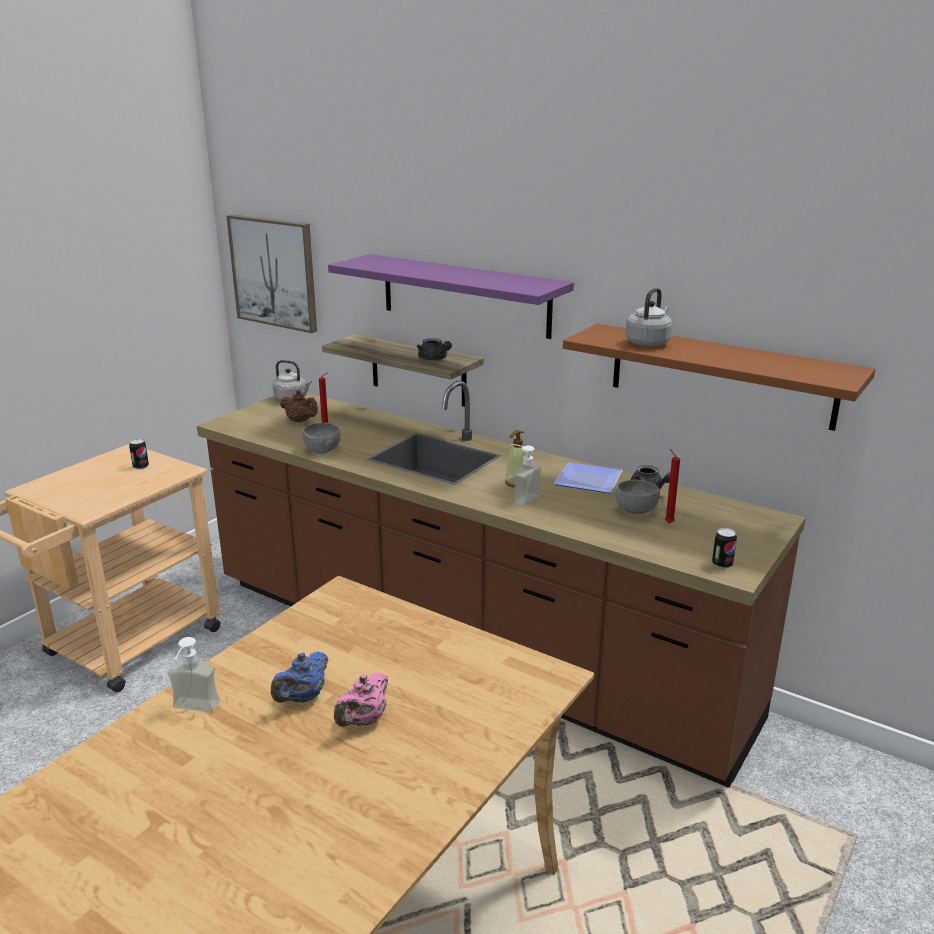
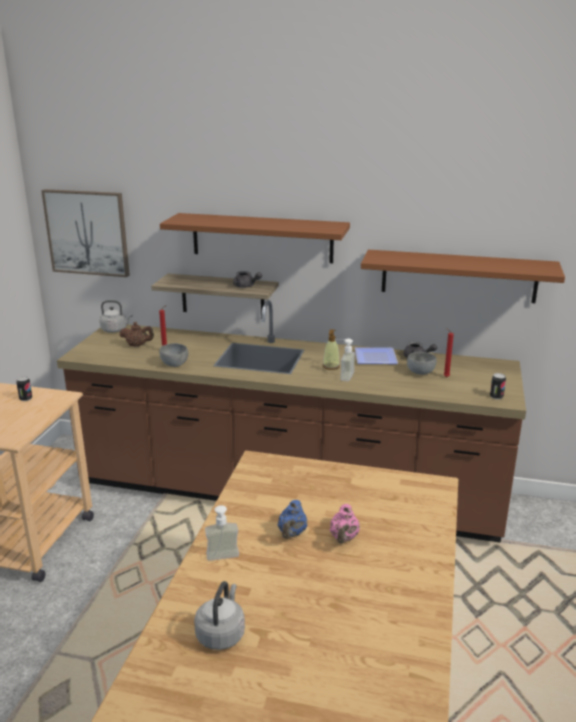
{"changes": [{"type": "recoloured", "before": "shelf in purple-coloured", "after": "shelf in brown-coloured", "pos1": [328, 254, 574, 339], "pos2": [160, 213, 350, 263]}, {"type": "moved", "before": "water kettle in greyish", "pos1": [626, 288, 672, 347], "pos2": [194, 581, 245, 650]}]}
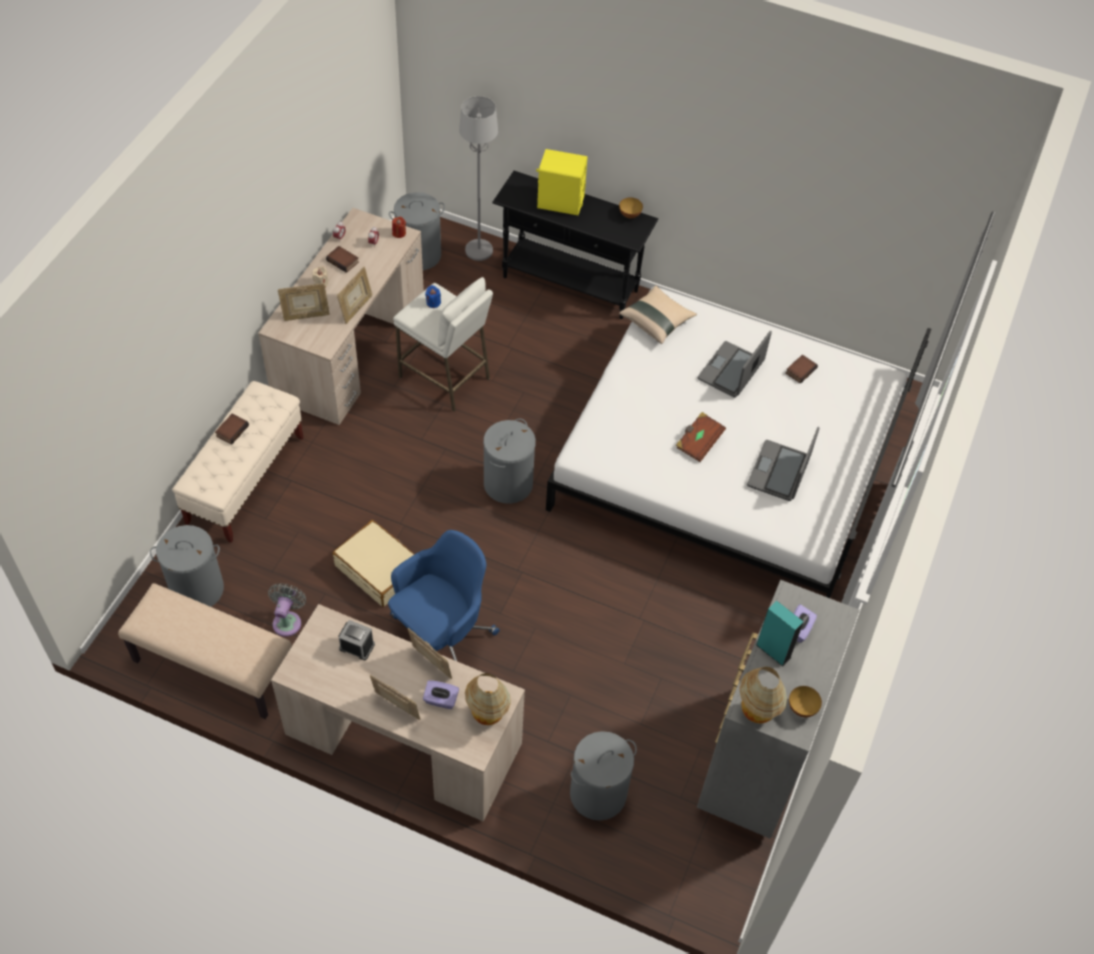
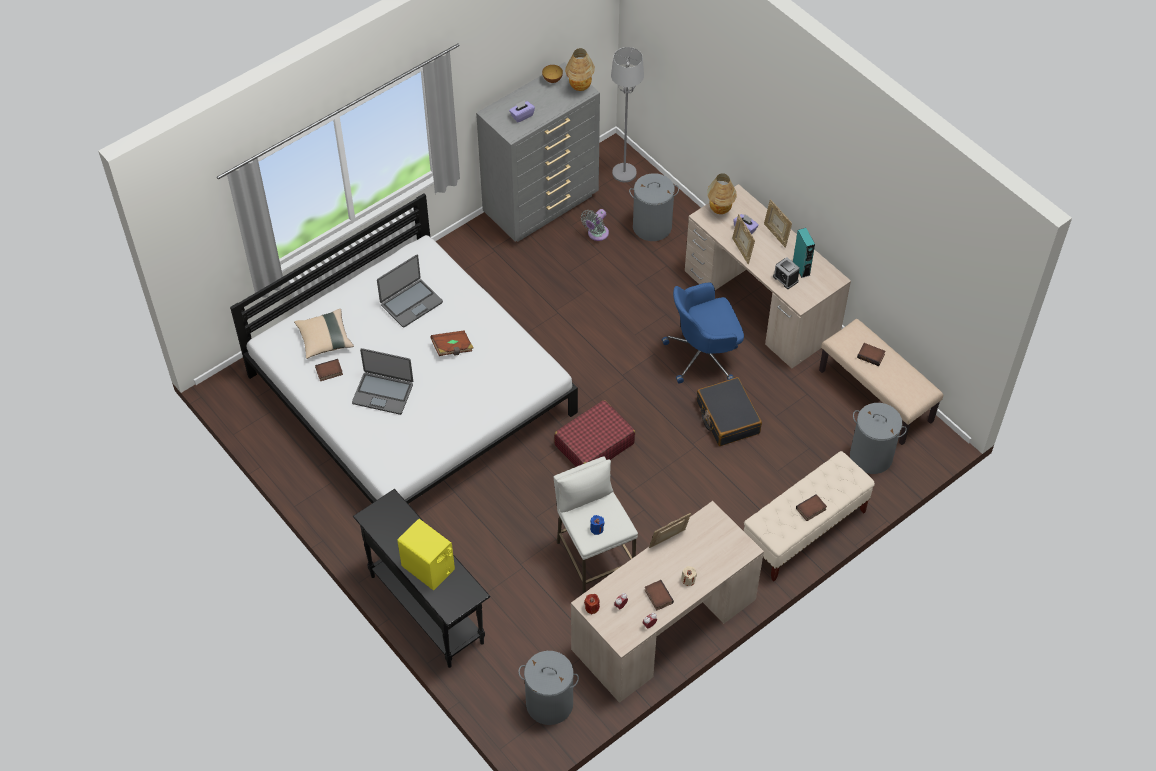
{"changes": [{"type": "moved", "before": "fan in greyish", "pos1": [268, 583, 306, 637], "pos2": [581, 209, 609, 241]}, {"type": "removed", "before": "photo frame", "pos1": [278, 283, 330, 321]}, {"type": "recoloured", "before": "piece of luggage in beige", "after": "piece of luggage in black-coloured", "pos1": [333, 520, 414, 607], "pos2": [697, 377, 762, 446]}, {"type": "moved", "before": "floor lamp in greyish", "pos1": [459, 96, 498, 261], "pos2": [611, 47, 644, 182]}, {"type": "replaced", "before": "hamper in greyish", "after": "piece of luggage in reddish", "pos1": [483, 419, 536, 504], "pos2": [554, 400, 635, 467]}, {"type": "removed", "before": "serving bowl", "pos1": [619, 197, 643, 219]}, {"type": "moved", "before": "pillow in beige", "pos1": [619, 285, 697, 344], "pos2": [294, 309, 354, 359]}, {"type": "turned", "before": "laptop", "pos1": [698, 330, 772, 398], "pos2": [352, 348, 413, 415], "turn": 45}, {"type": "moved", "before": "speaker in turquoise-coloured", "pos1": [756, 601, 804, 666], "pos2": [793, 228, 815, 278]}, {"type": "added", "after": "bound book", "pos2": [857, 343, 886, 366]}]}
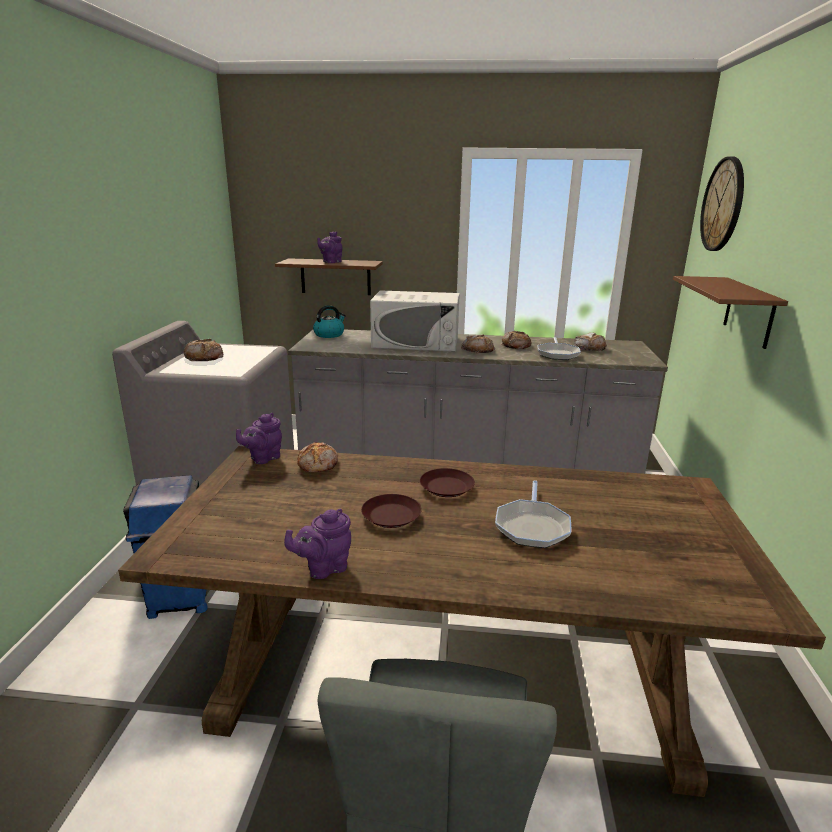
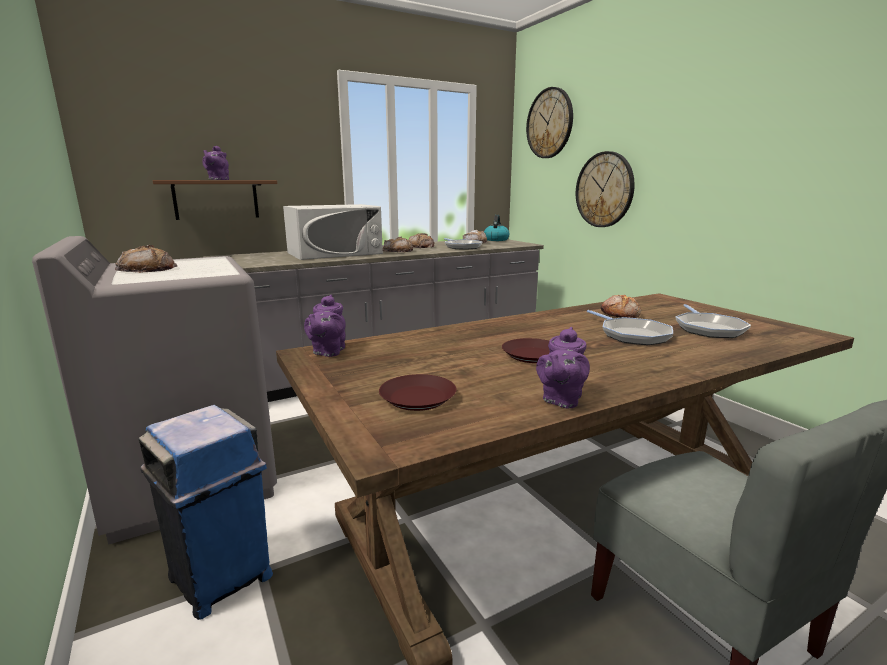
{"changes": [{"type": "moved", "before": "bread", "pos1": [297, 442, 338, 472], "pos2": [601, 295, 641, 318]}, {"type": "moved", "before": "water kettle", "pos1": [313, 305, 346, 338], "pos2": [484, 215, 509, 241]}, {"type": "moved", "before": "dinner plate in brown-coloured", "pos1": [420, 468, 475, 497], "pos2": [379, 374, 457, 411]}, {"type": "replaced", "before": "shelf in brown-coloured", "after": "wall clock", "pos1": [673, 276, 788, 349], "pos2": [576, 151, 635, 227]}, {"type": "added", "after": "pan", "pos2": [675, 304, 751, 338]}]}
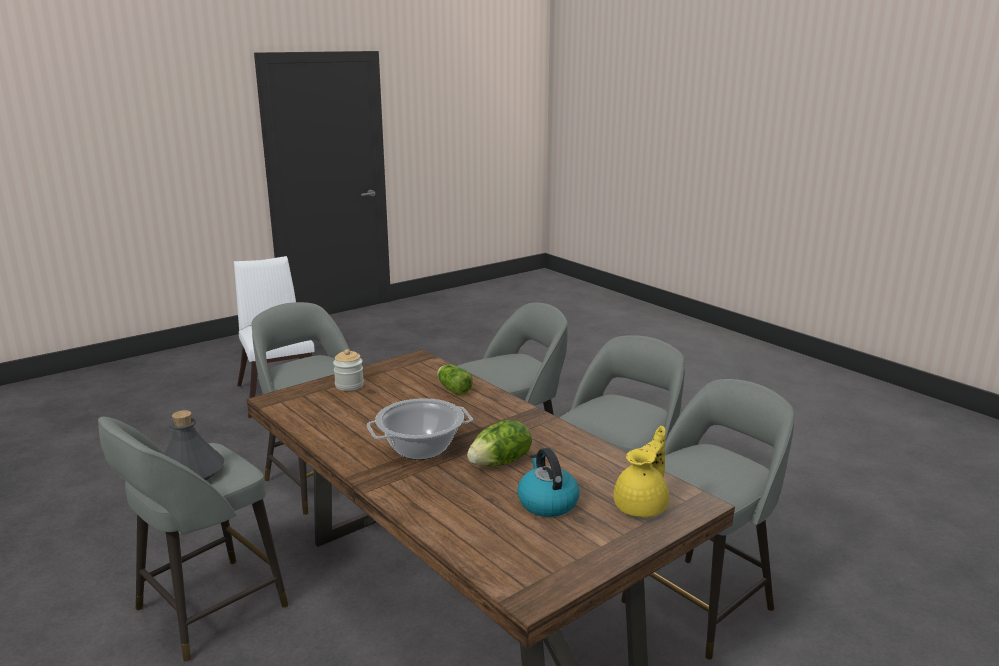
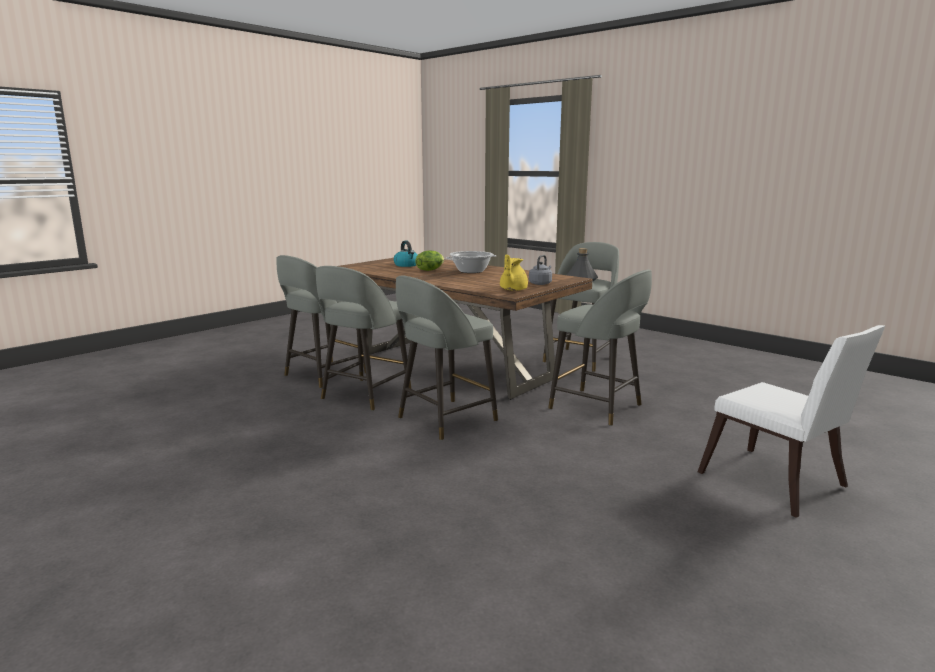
{"changes": [{"type": "replaced", "before": "jar", "after": "water kettle in greyish", "pos1": [333, 349, 364, 391], "pos2": [529, 255, 552, 285]}, {"type": "removed", "before": "lettuce", "pos1": [437, 365, 473, 395]}, {"type": "moved", "before": "pot for tea in yellow-coloured", "pos1": [614, 426, 669, 517], "pos2": [500, 254, 528, 291]}]}
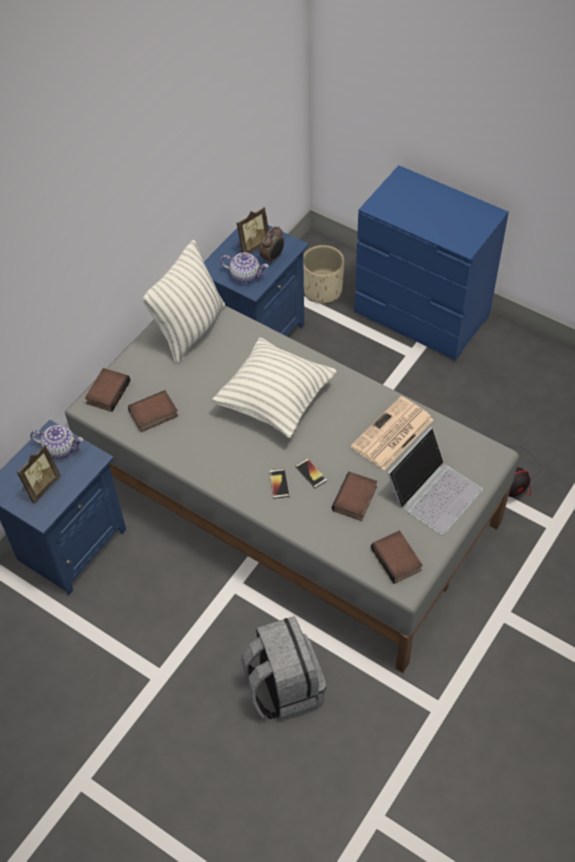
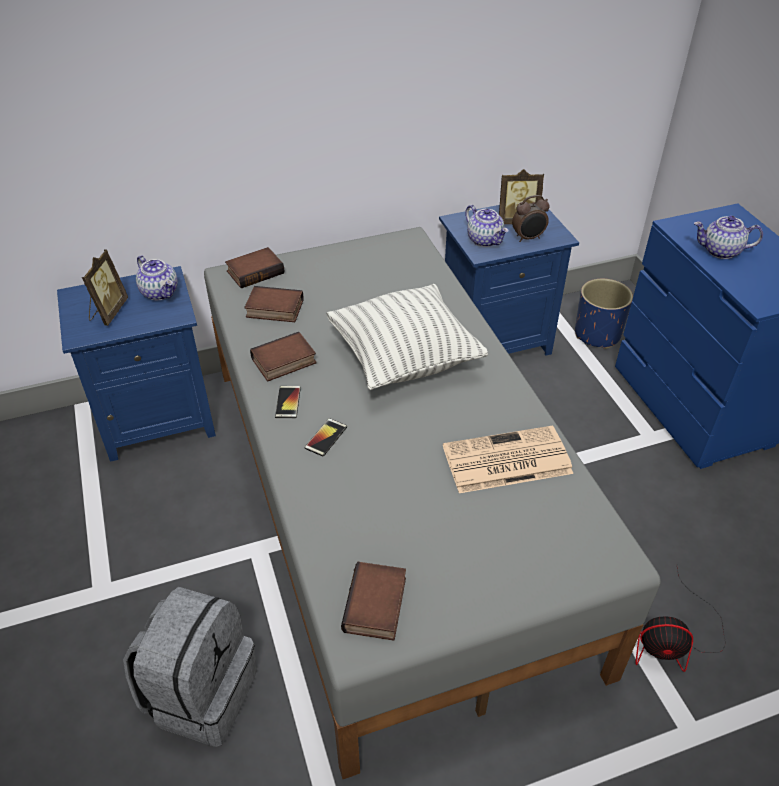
{"changes": [{"type": "turned", "before": "photo frame", "pos1": [17, 444, 61, 503], "pos2": [82, 249, 128, 326], "turn": -60}, {"type": "removed", "before": "pillow", "pos1": [142, 240, 225, 364]}, {"type": "moved", "before": "handset", "pos1": [295, 458, 328, 488], "pos2": [275, 386, 301, 418]}, {"type": "recoloured", "before": "flower pot in beige", "after": "flower pot in bluish", "pos1": [303, 245, 344, 303], "pos2": [575, 279, 633, 349]}, {"type": "moved", "before": "bound book", "pos1": [332, 472, 377, 521], "pos2": [250, 332, 317, 382]}, {"type": "removed", "before": "laptop", "pos1": [387, 427, 483, 535]}, {"type": "added", "after": "pot for tea", "pos2": [694, 216, 763, 259]}]}
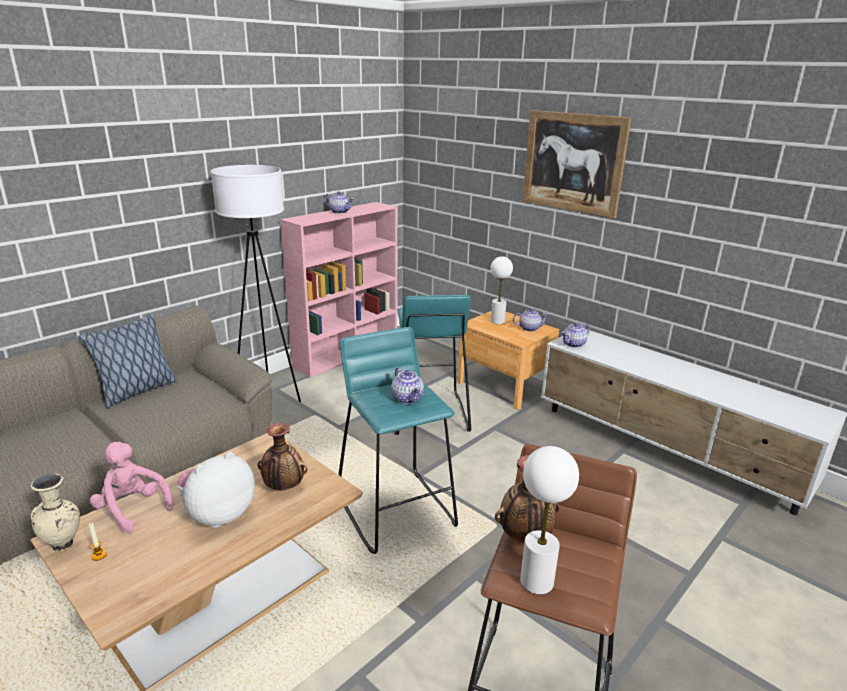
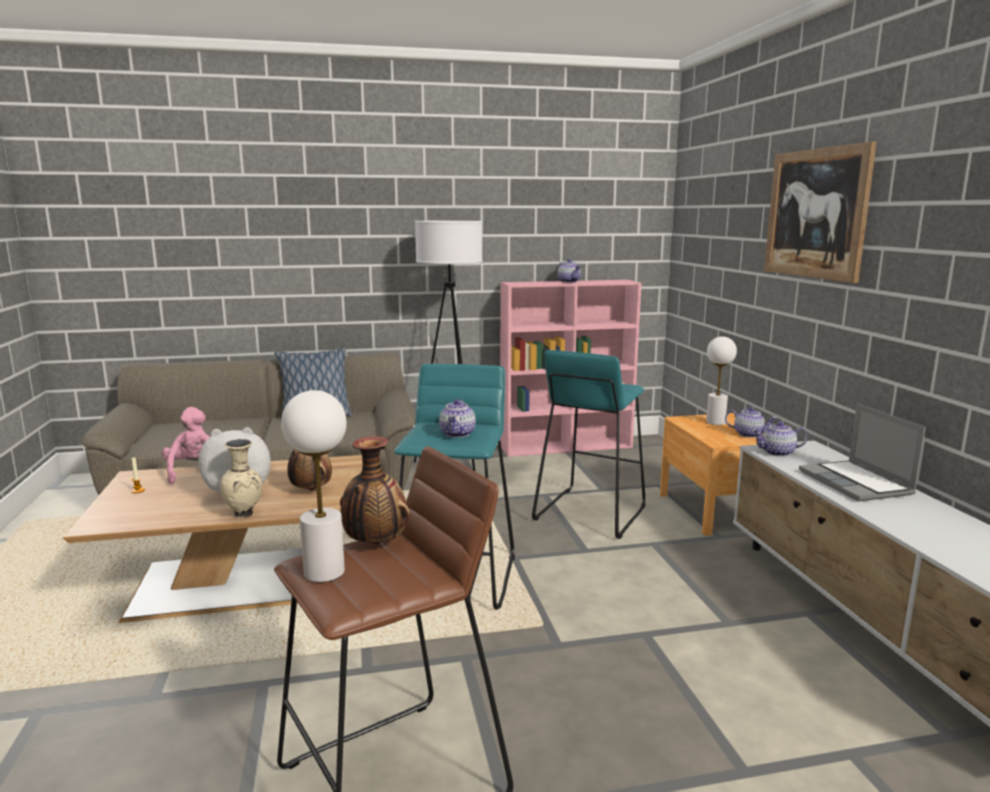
{"changes": [{"type": "moved", "before": "flower vase in beige", "pos1": [31, 473, 80, 552], "pos2": [220, 439, 262, 518]}, {"type": "added", "after": "laptop", "pos2": [799, 404, 926, 501]}]}
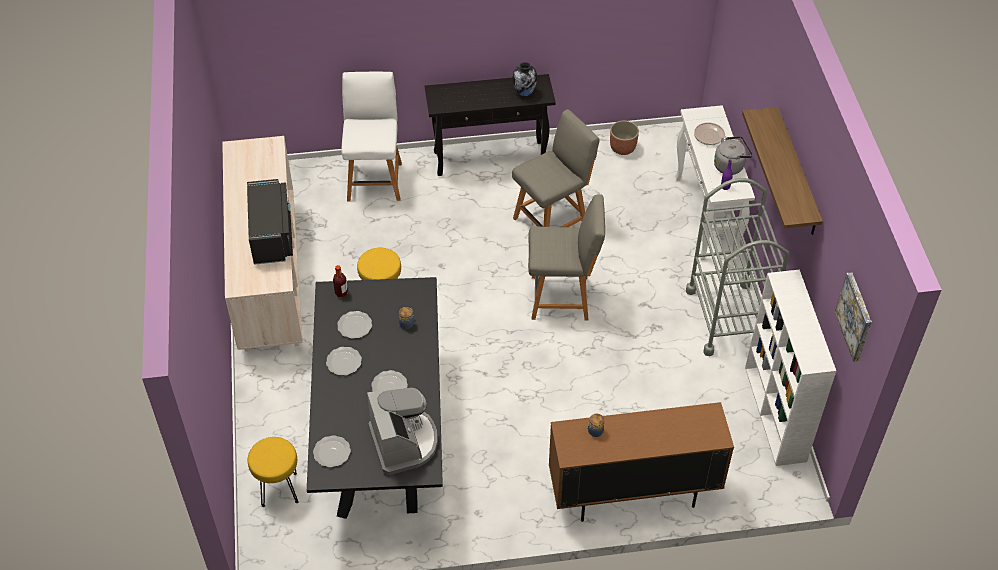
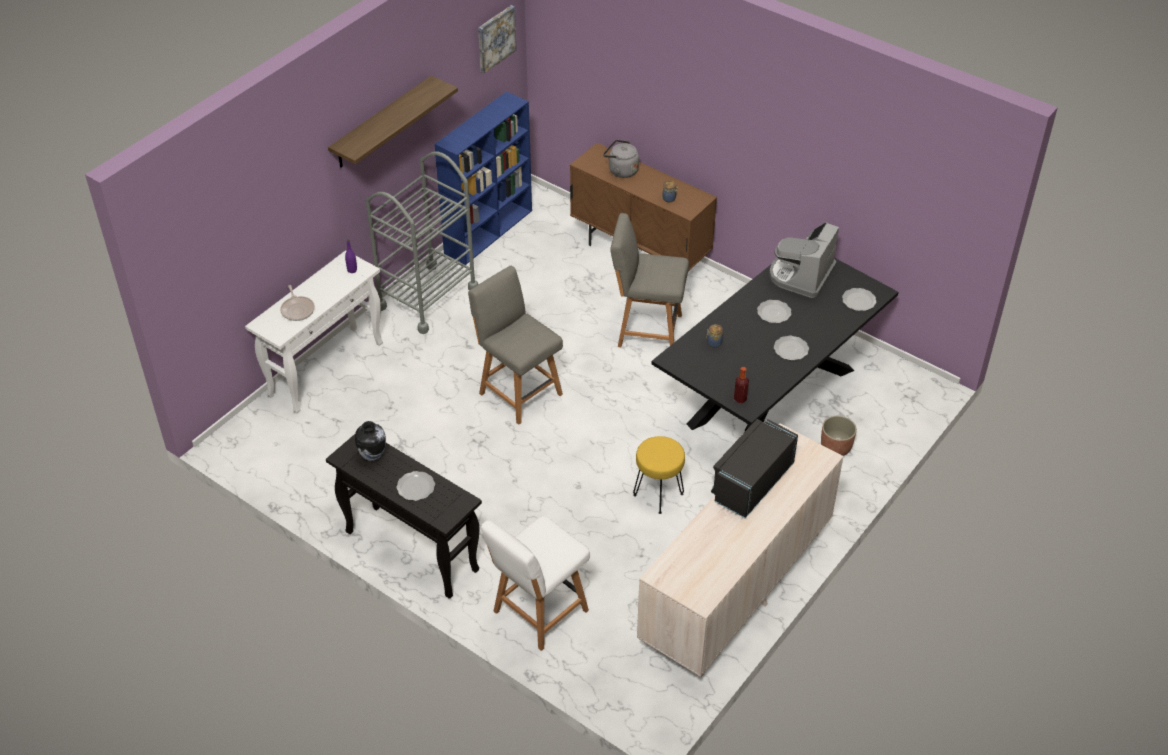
{"changes": [{"type": "removed", "before": "stool in yellow-coloured", "pos1": [248, 437, 299, 507]}, {"type": "moved", "before": "dinner plate", "pos1": [337, 311, 372, 339], "pos2": [396, 471, 435, 501]}, {"type": "moved", "before": "chair in greyish", "pos1": [512, 109, 600, 227], "pos2": [610, 213, 689, 347]}, {"type": "moved", "before": "flower pot", "pos1": [610, 120, 639, 155], "pos2": [821, 416, 857, 456]}, {"type": "moved", "before": "water kettle in greyish", "pos1": [714, 136, 753, 175], "pos2": [603, 140, 639, 178]}, {"type": "recoloured", "before": "bookcase in whitish", "after": "bookcase in bluish", "pos1": [745, 269, 836, 466], "pos2": [434, 91, 532, 265]}]}
